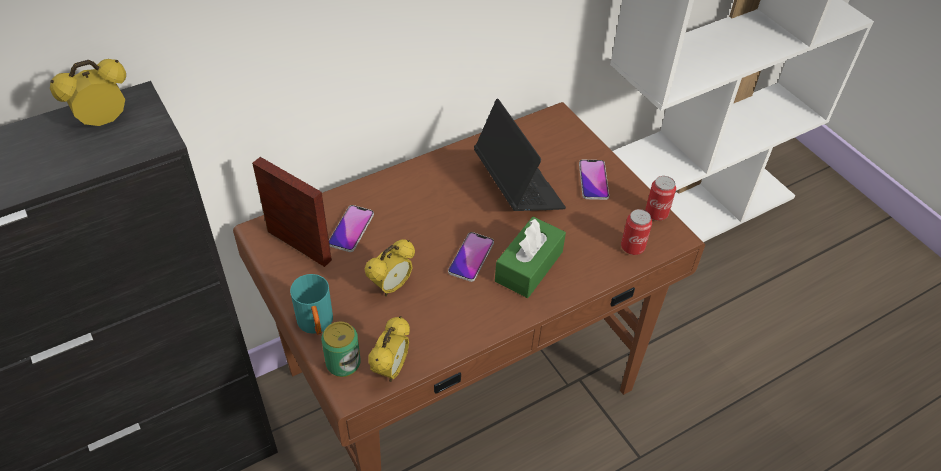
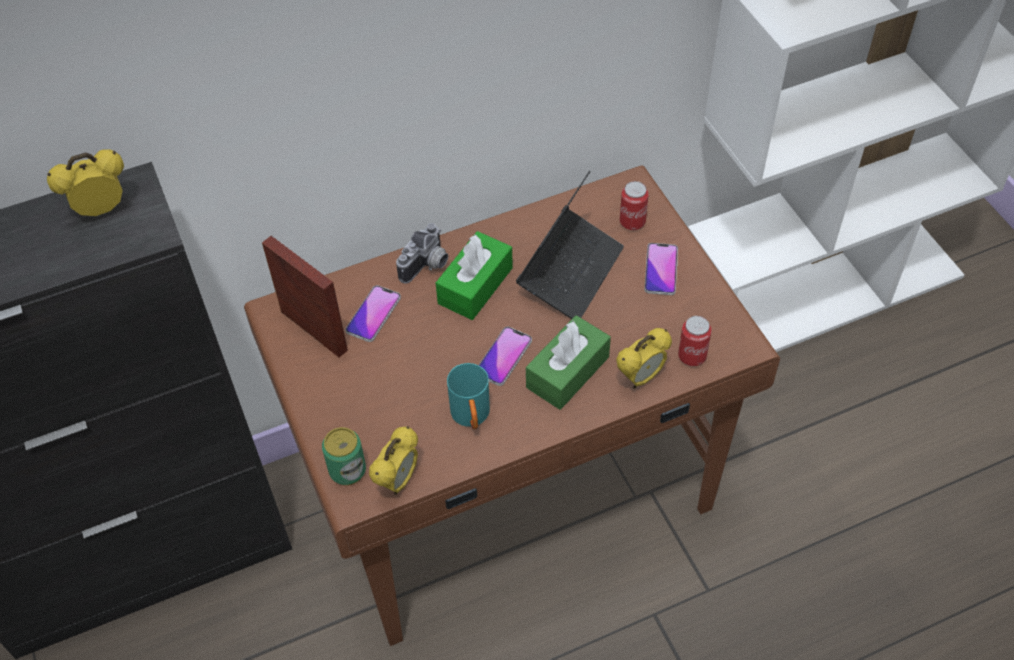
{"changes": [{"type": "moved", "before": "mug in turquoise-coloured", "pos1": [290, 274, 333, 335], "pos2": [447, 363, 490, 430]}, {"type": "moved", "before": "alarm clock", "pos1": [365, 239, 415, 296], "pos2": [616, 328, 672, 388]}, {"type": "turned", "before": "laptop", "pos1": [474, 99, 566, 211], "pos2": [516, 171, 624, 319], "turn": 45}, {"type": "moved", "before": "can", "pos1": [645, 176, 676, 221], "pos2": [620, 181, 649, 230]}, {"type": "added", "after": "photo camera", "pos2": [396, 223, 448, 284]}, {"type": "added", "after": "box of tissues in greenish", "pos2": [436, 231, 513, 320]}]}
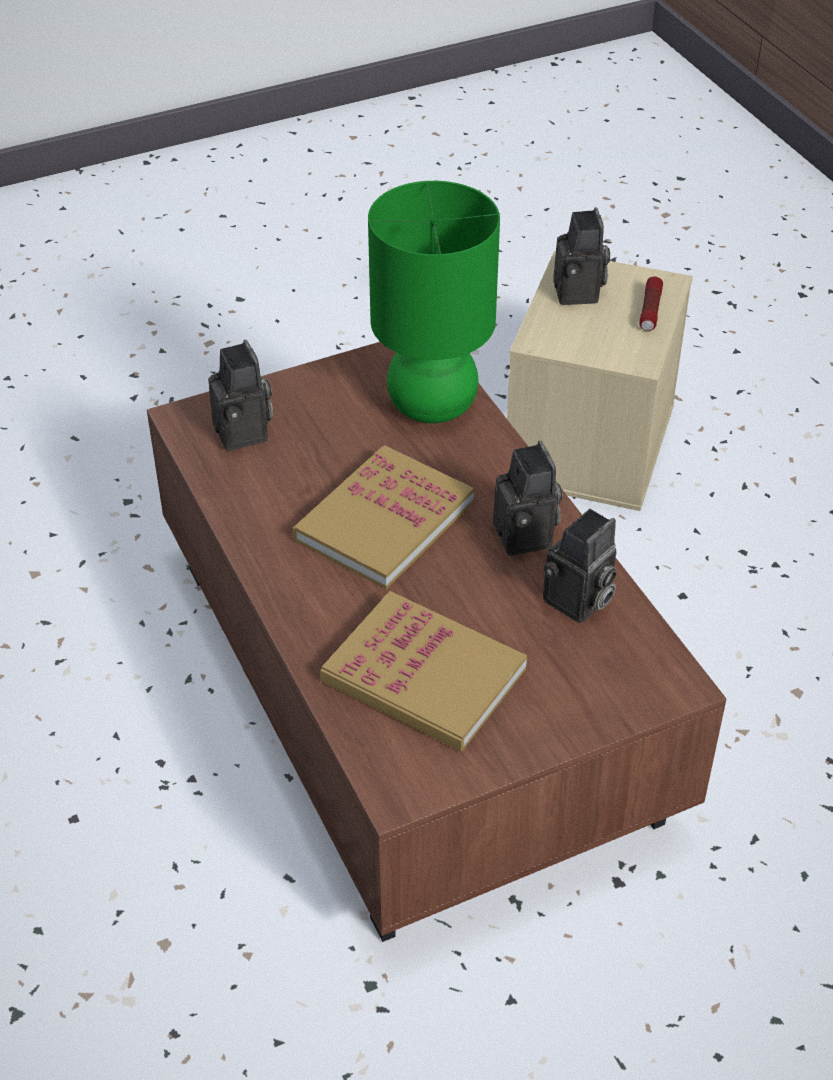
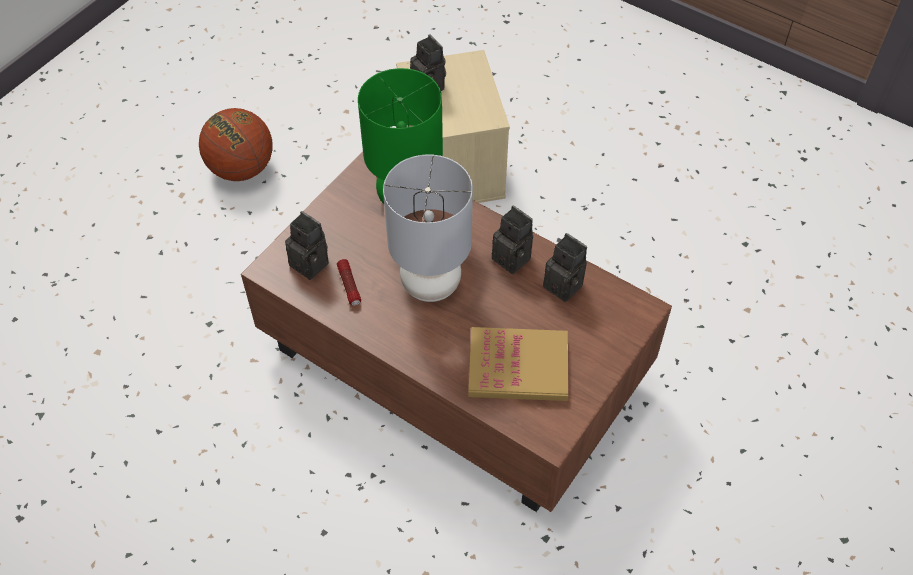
{"changes": [{"type": "replaced", "before": "bound book", "after": "table lamp in greyish", "pos1": [293, 445, 474, 589], "pos2": [383, 154, 473, 302]}, {"type": "turned", "before": "photo camera", "pos1": [543, 509, 616, 623], "pos2": [543, 233, 587, 302], "turn": -60}, {"type": "moved", "before": "hand torch", "pos1": [639, 276, 663, 331], "pos2": [337, 259, 361, 306]}, {"type": "added", "after": "basketball ball", "pos2": [199, 108, 273, 181]}]}
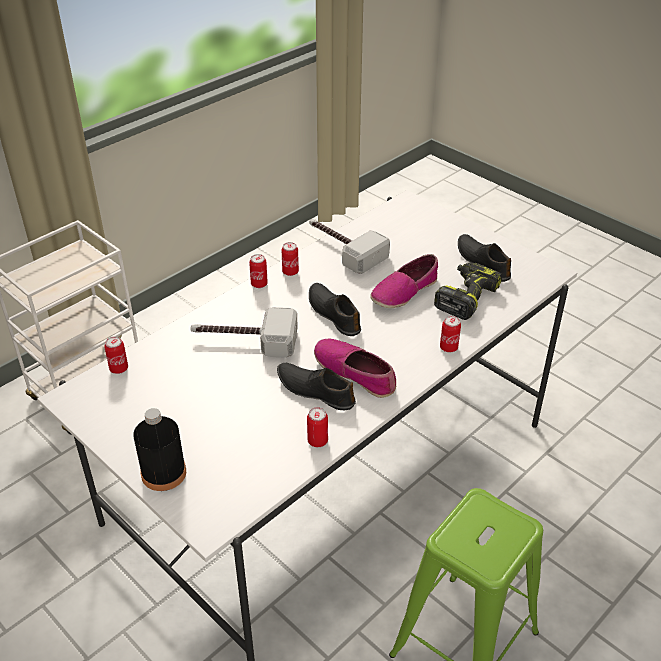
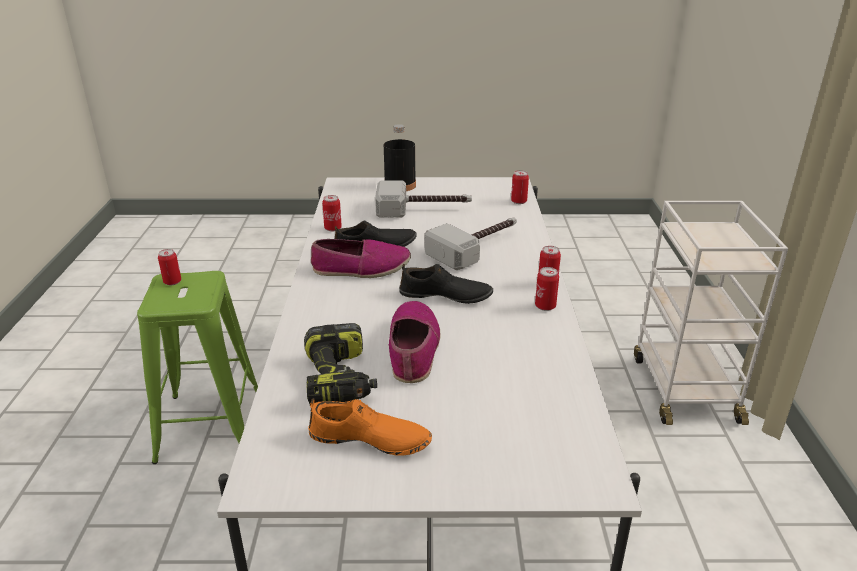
{"changes": [{"type": "moved", "before": "hand hammer", "pos1": [309, 219, 390, 274], "pos2": [375, 180, 472, 218]}, {"type": "moved", "before": "can", "pos1": [440, 316, 461, 352], "pos2": [158, 249, 181, 285]}, {"type": "recoloured", "before": "low shoe in black-coloured", "after": "low shoe in orange-coloured", "pos1": [458, 234, 511, 282], "pos2": [308, 398, 432, 456]}]}
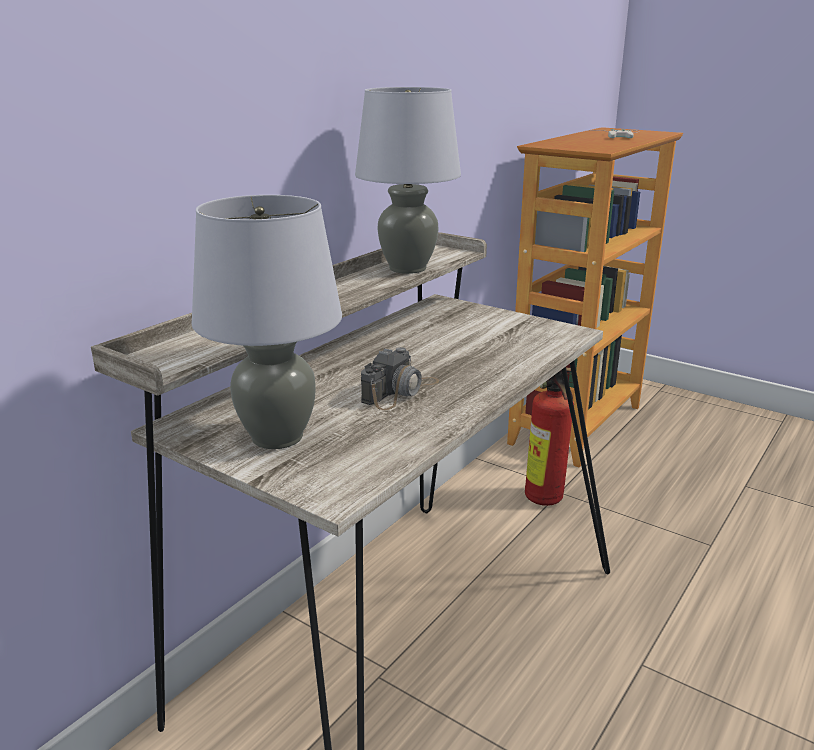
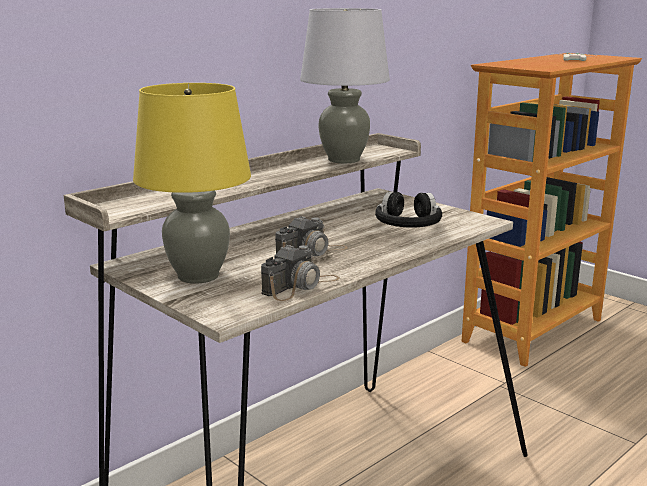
{"changes": [{"type": "recoloured", "before": "table lamp in greyish", "after": "table lamp in yellow-coloured", "pos1": [191, 195, 342, 449], "pos2": [133, 83, 251, 284]}, {"type": "removed", "before": "fire extinguisher", "pos1": [525, 368, 578, 506]}, {"type": "added", "after": "photo camera", "pos2": [261, 245, 340, 301]}, {"type": "added", "after": "headphones in black-coloured", "pos2": [375, 191, 442, 228]}]}
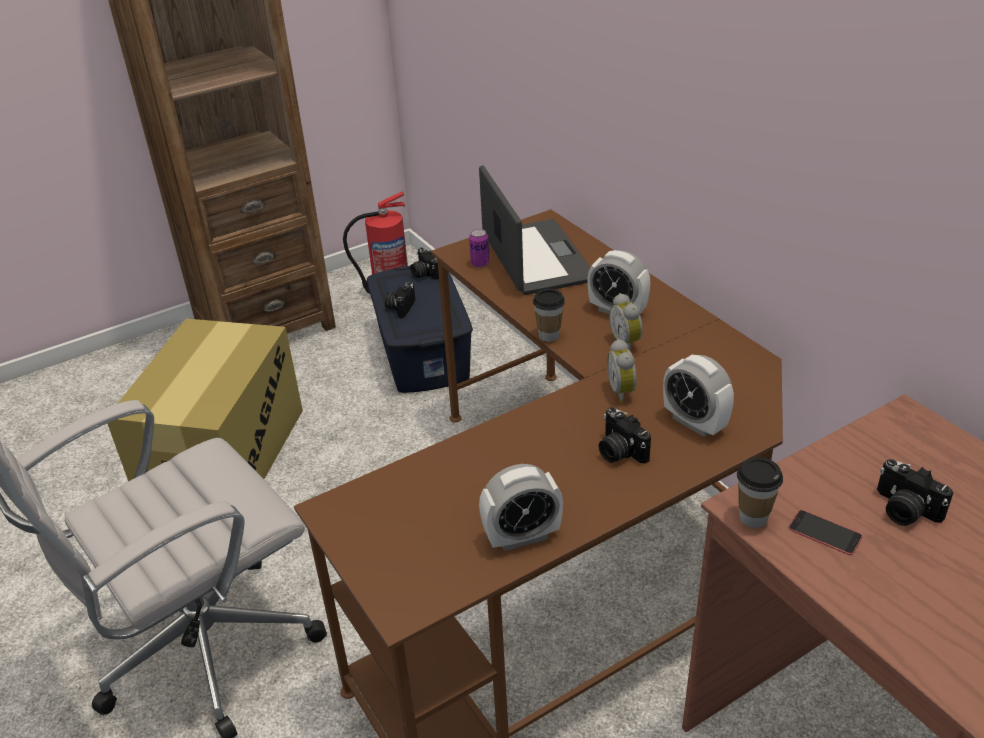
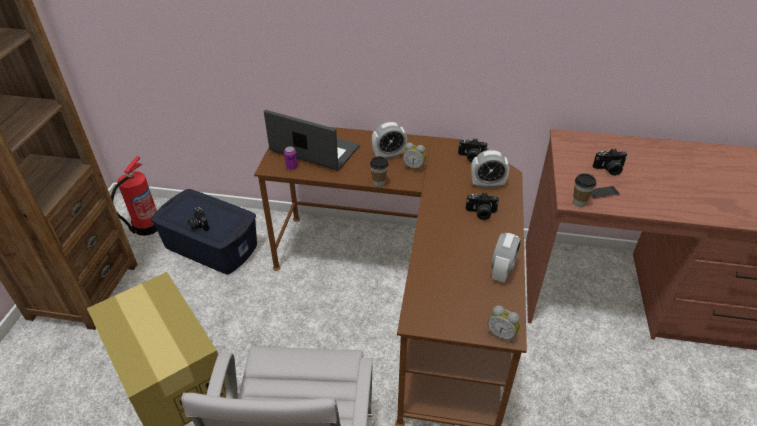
{"changes": [{"type": "moved", "before": "photo camera", "pos1": [410, 247, 439, 280], "pos2": [458, 139, 488, 163]}, {"type": "moved", "before": "alarm clock", "pos1": [607, 339, 637, 403], "pos2": [487, 305, 520, 343]}]}
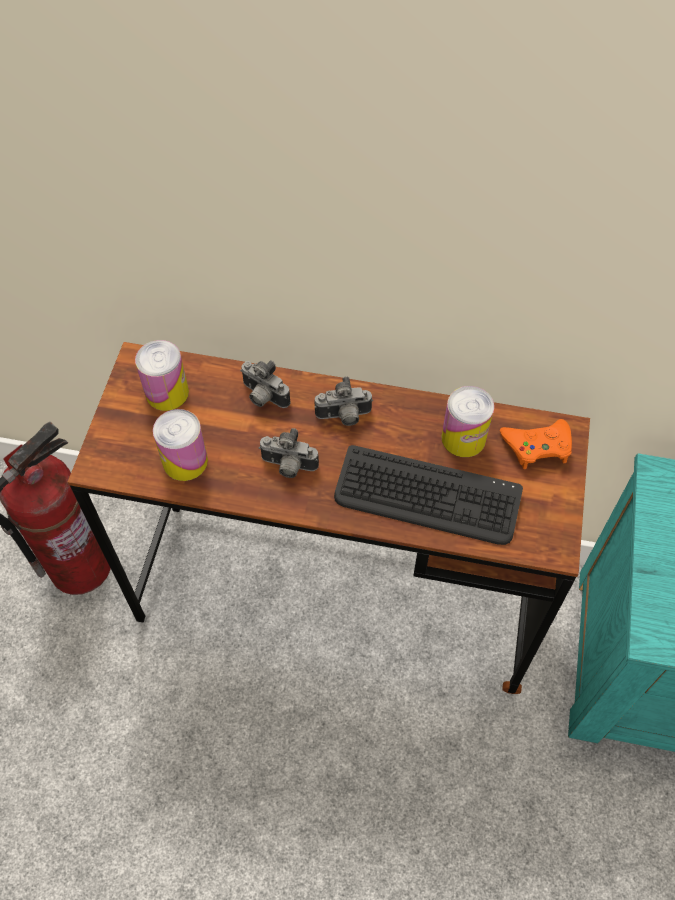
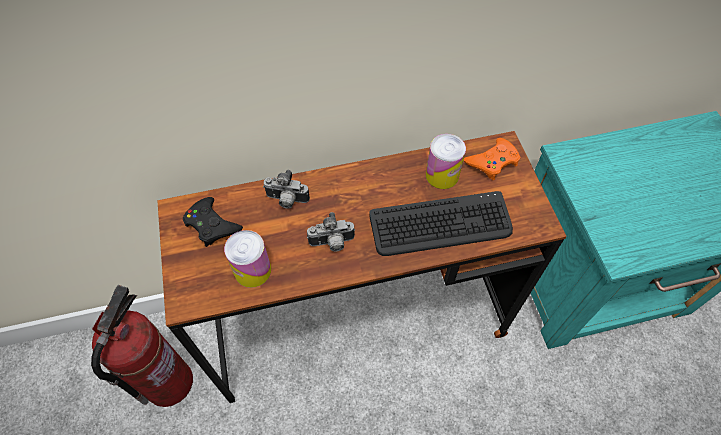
{"changes": [{"type": "replaced", "before": "can", "after": "gamepad in black-coloured", "pos1": [135, 340, 189, 411], "pos2": [183, 197, 243, 247]}, {"type": "removed", "before": "photo camera", "pos1": [314, 376, 373, 426]}]}
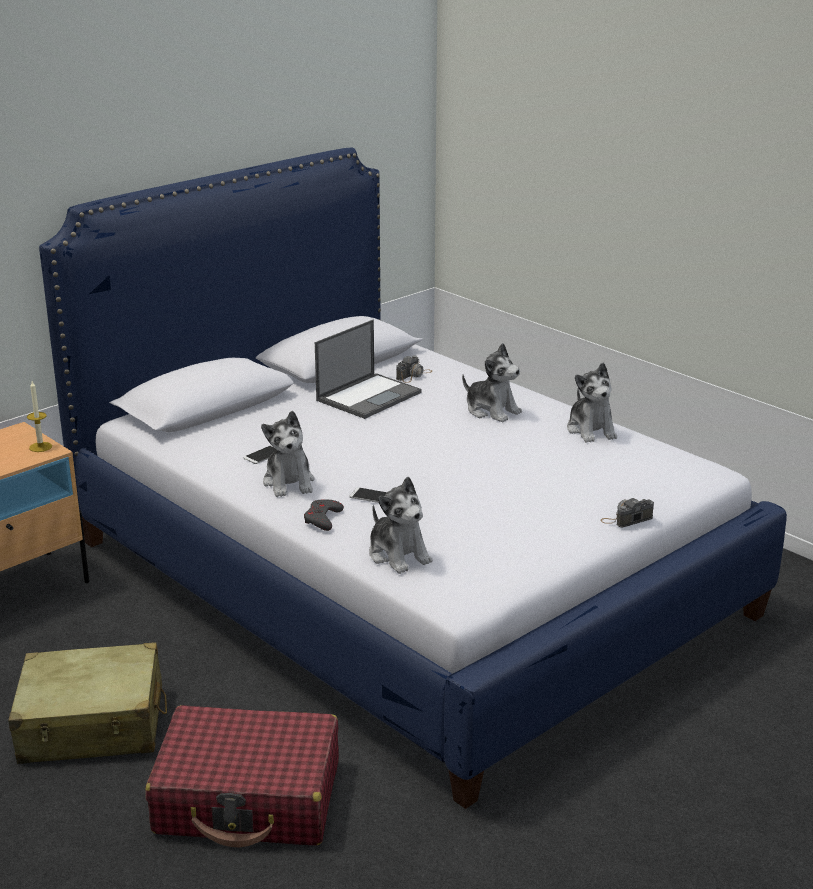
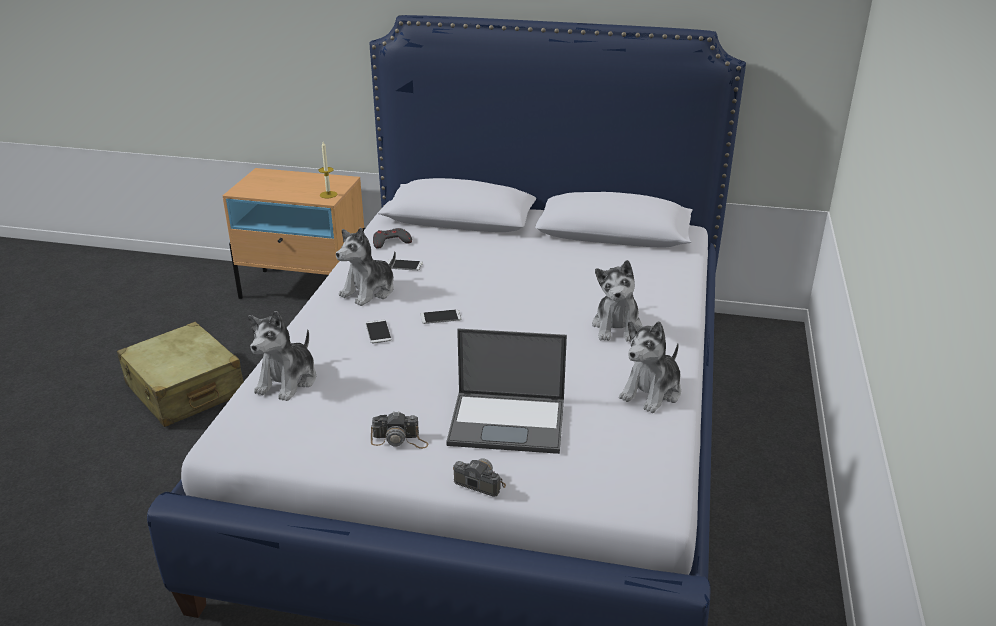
{"changes": [{"type": "removed", "before": "piece of luggage in reddish", "pos1": [145, 705, 339, 848]}, {"type": "moved", "before": "gamepad in greyish", "pos1": [304, 499, 344, 531], "pos2": [373, 228, 412, 249]}, {"type": "moved", "before": "laptop", "pos1": [315, 320, 421, 419], "pos2": [446, 329, 567, 454]}, {"type": "moved", "before": "photo camera", "pos1": [396, 355, 432, 383], "pos2": [371, 412, 428, 449]}, {"type": "added", "after": "handset", "pos2": [420, 309, 461, 324]}]}
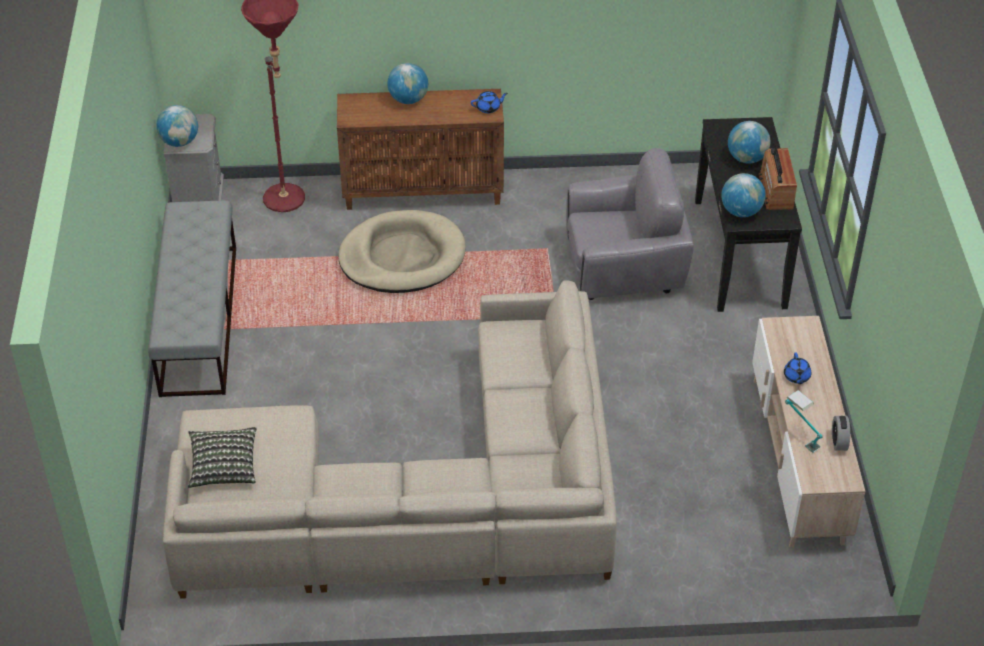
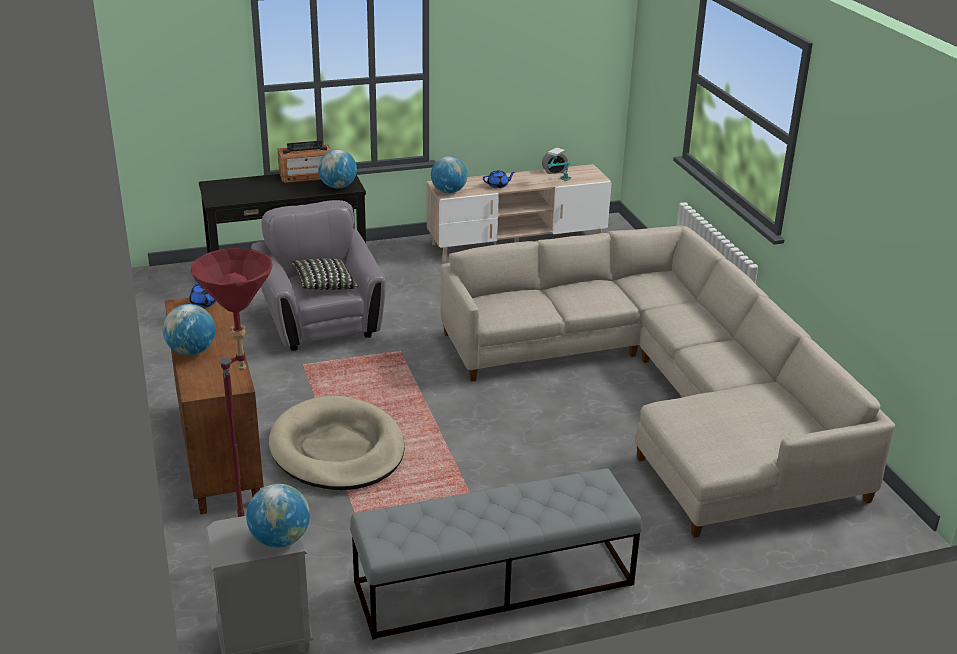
{"changes": [{"type": "moved", "before": "pillow", "pos1": [188, 427, 257, 488], "pos2": [291, 258, 358, 290]}, {"type": "moved", "before": "desk globe", "pos1": [728, 121, 770, 164], "pos2": [431, 156, 467, 193]}]}
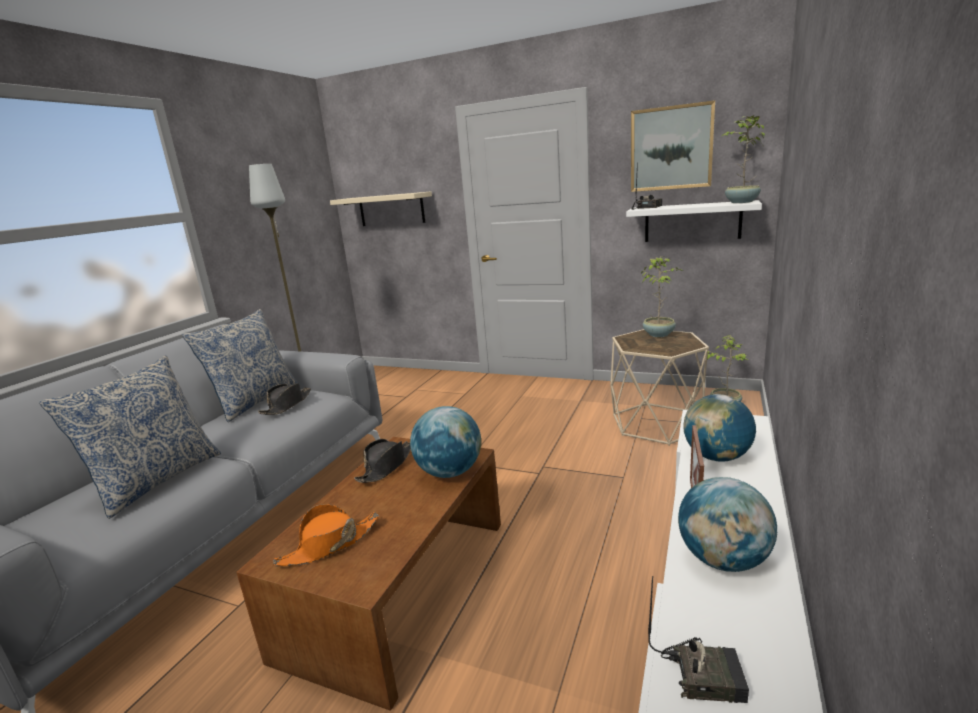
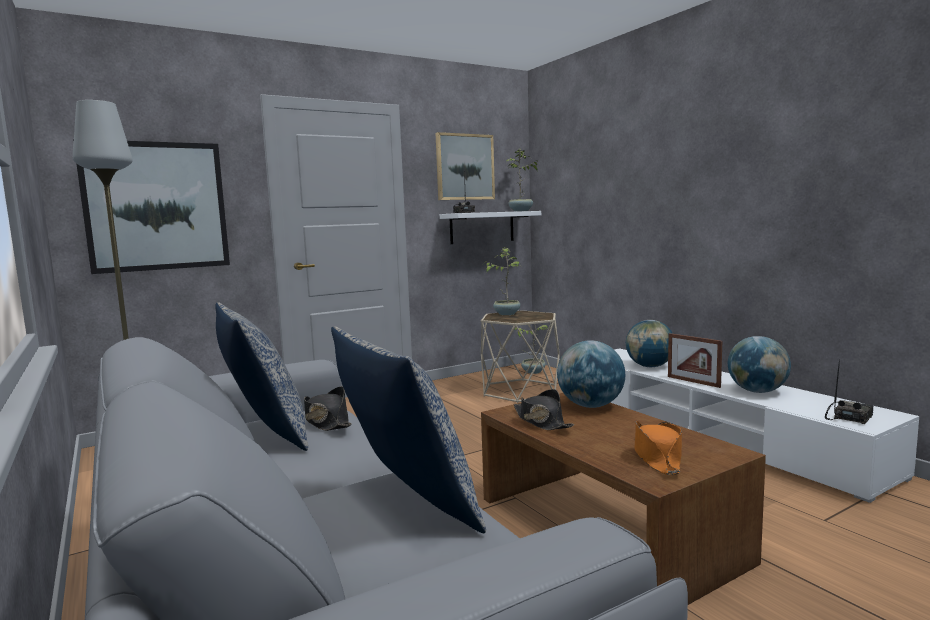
{"changes": [{"type": "replaced", "before": "shelf in beige", "after": "wall picture", "pos1": [330, 192, 432, 226], "pos2": [73, 139, 230, 274]}]}
